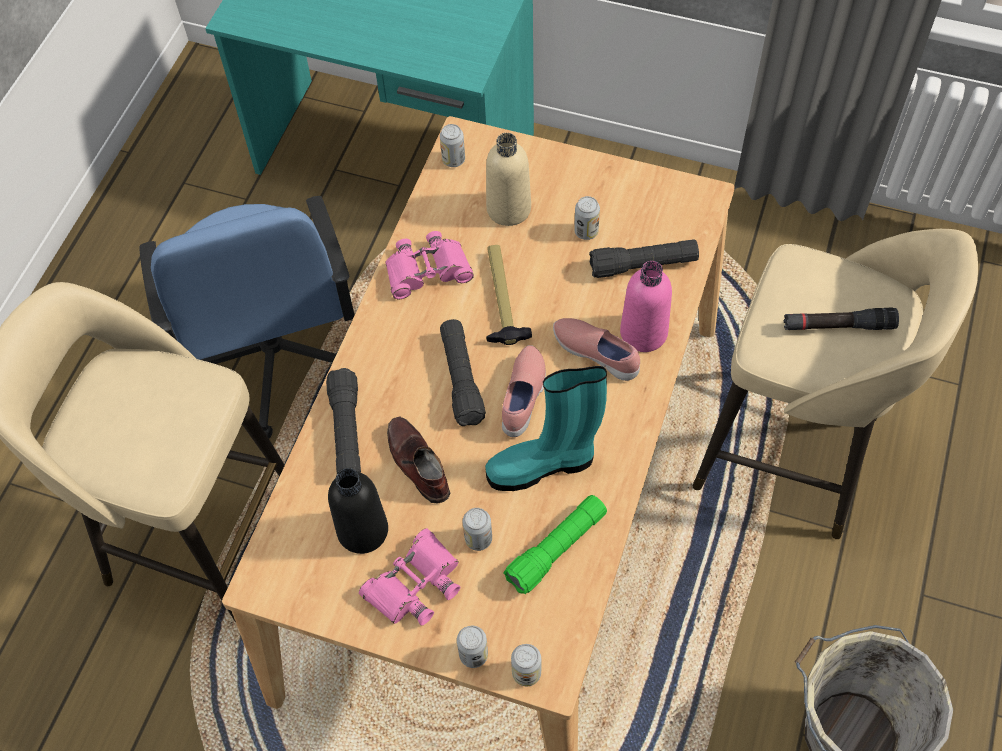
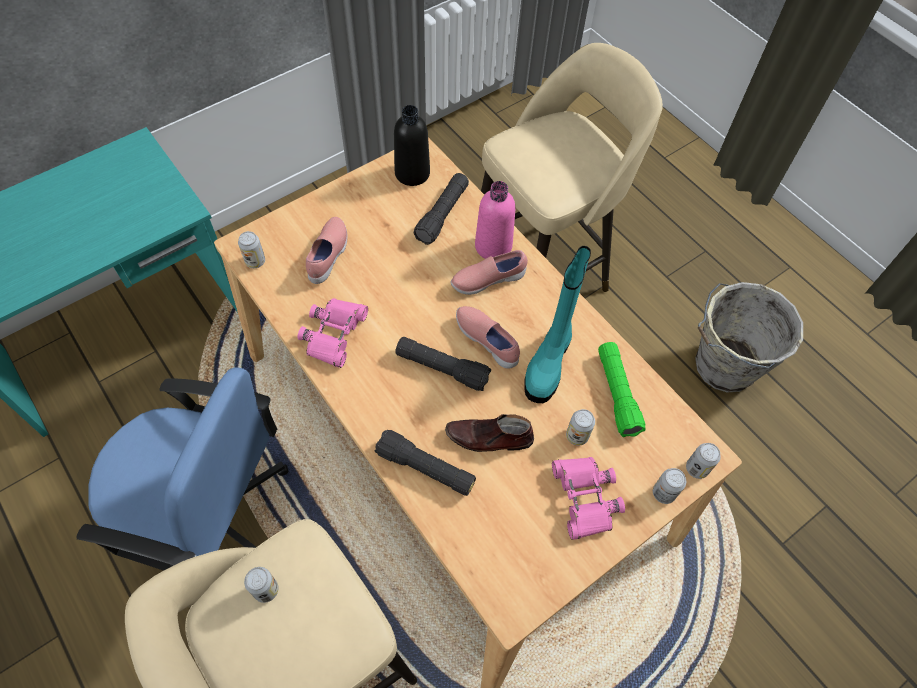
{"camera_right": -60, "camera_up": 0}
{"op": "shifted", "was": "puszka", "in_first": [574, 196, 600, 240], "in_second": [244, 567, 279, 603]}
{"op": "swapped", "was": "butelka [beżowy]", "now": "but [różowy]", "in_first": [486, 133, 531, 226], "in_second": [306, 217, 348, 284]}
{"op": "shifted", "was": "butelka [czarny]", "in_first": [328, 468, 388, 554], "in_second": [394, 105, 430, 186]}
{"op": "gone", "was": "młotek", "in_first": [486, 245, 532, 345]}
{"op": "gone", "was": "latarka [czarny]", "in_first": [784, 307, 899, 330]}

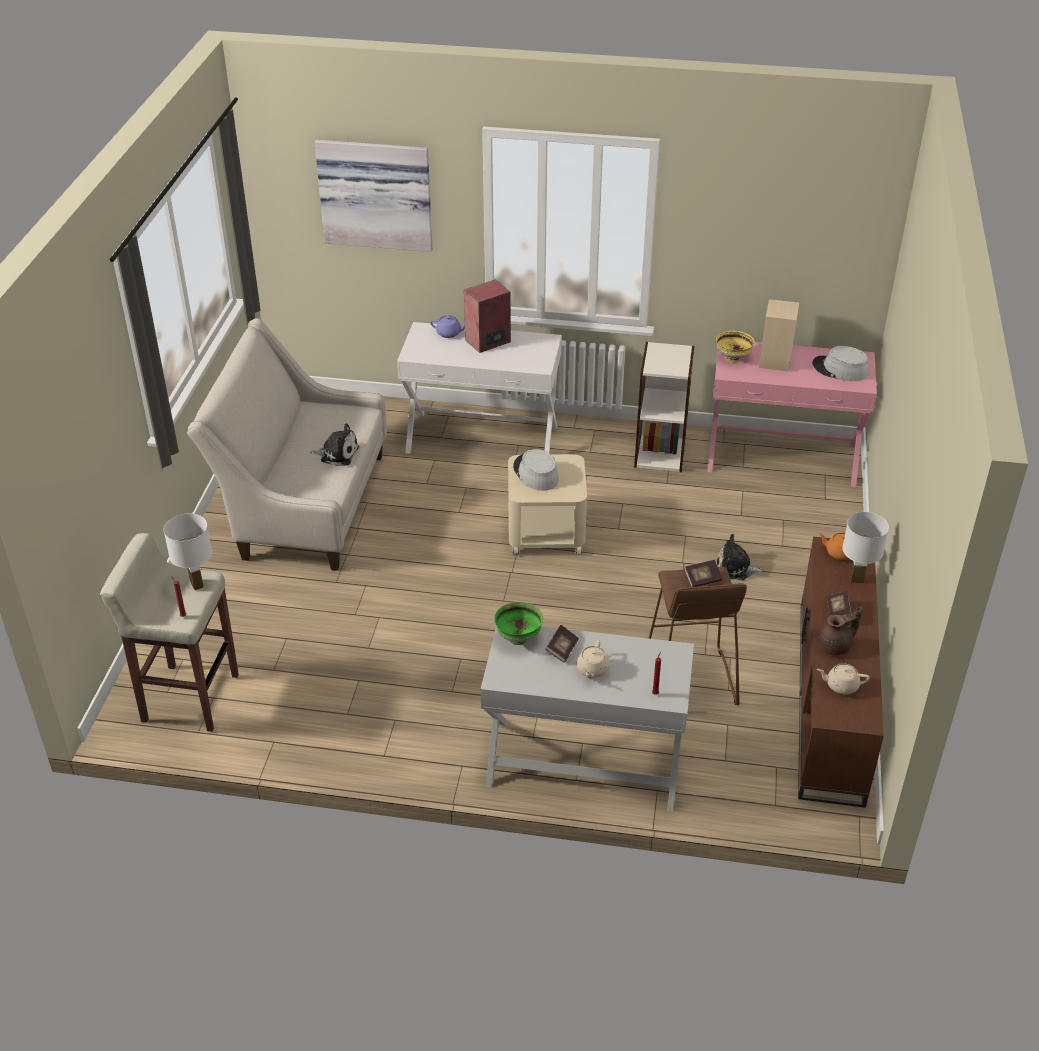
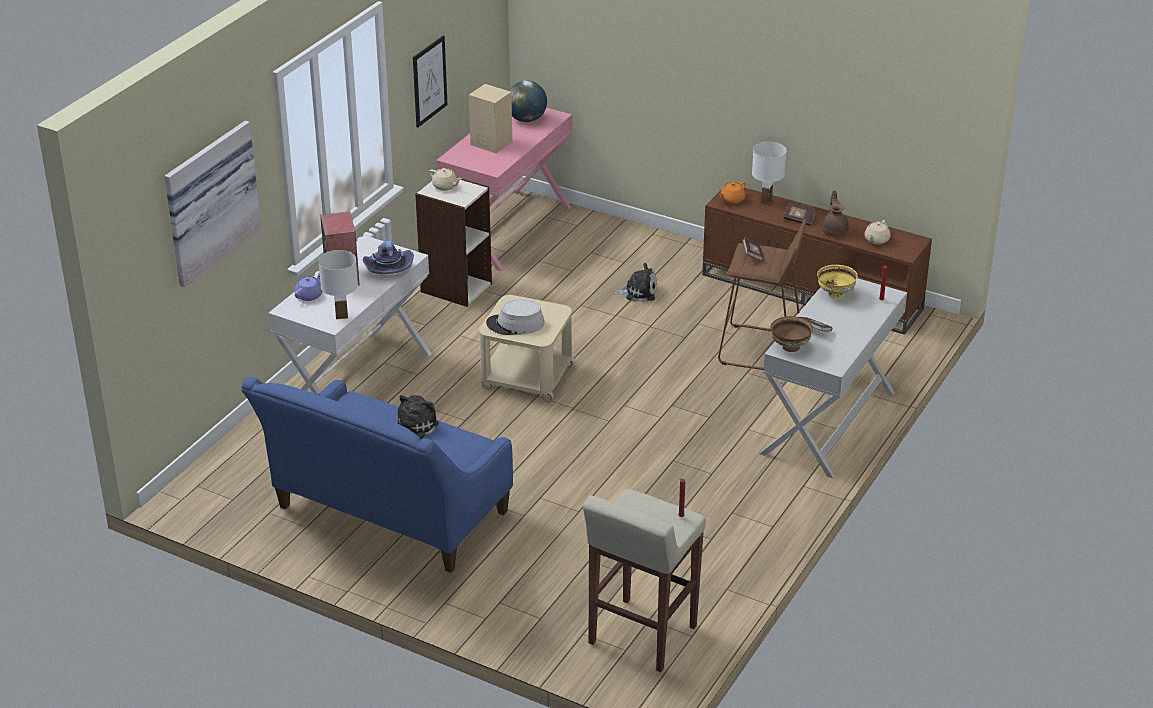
{"camera_right": -70, "camera_up": -5}
{"op": "repainted", "was": "kanapa [beżowy]", "now": "kanapa [niebieski]", "in_first": [187, 318, 387, 571], "in_second": [241, 377, 513, 573]}
{"op": "shifted", "was": "lampa stołowa [biały]", "in_first": [164, 513, 212, 590], "in_second": [318, 250, 358, 319]}
{"op": "new", "now": "kapelusz [fioletowy]", "in_second": [363, 241, 414, 274]}
{"op": "new", "now": "obraz", "in_second": [413, 35, 447, 128]}
{"op": "shifted", "was": "imbryk [beżowy]", "in_first": [577, 640, 610, 678], "in_second": [429, 168, 462, 191]}
{"op": "swapped", "was": "kapelusz [szary]", "now": "globus", "in_first": [812, 346, 869, 381], "in_second": [509, 80, 547, 122]}
{"op": "rotated", "was": "pluszak", "in_first": [716, 534, 764, 580], "in_second": [613, 263, 657, 302], "clockwise": -120}
{"op": "repainted", "was": "miska [zielony]", "now": "miska [brązowy]", "in_first": [494, 602, 543, 645], "in_second": [771, 316, 813, 352]}
{"op": "shifted", "was": "miska [żółty]", "in_first": [716, 331, 754, 363], "in_second": [817, 265, 858, 299]}

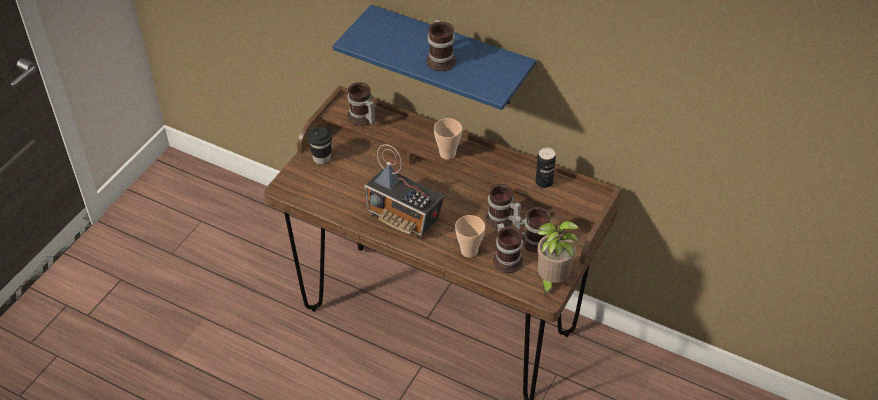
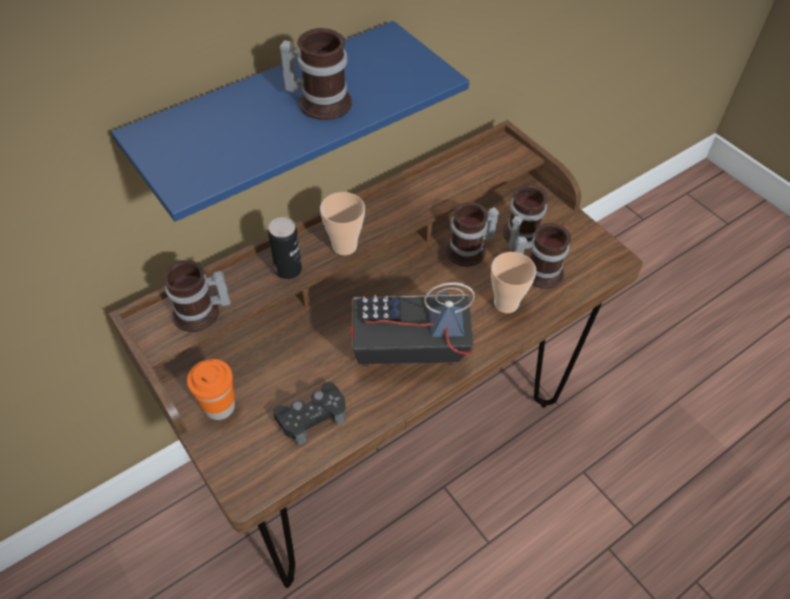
{"camera_right": -65, "camera_up": 5}
{"op": "repainted", "was": "filiżanka [czarny]", "now": "filiżanka [pomarańczowy]", "in_first": [307, 127, 332, 164], "in_second": [187, 359, 235, 420]}
{"op": "shifted", "was": "puszka", "in_first": [535, 147, 556, 188], "in_second": [268, 217, 302, 279]}
{"op": "new", "now": "pad do gier [czarny]", "in_second": [273, 382, 345, 446]}
{"op": "rotated", "was": "radio", "in_first": [364, 144, 444, 239], "in_second": [351, 282, 475, 367], "clockwise": -150}
{"op": "gone", "was": "roślina doniczkowa", "in_first": [537, 221, 579, 296]}

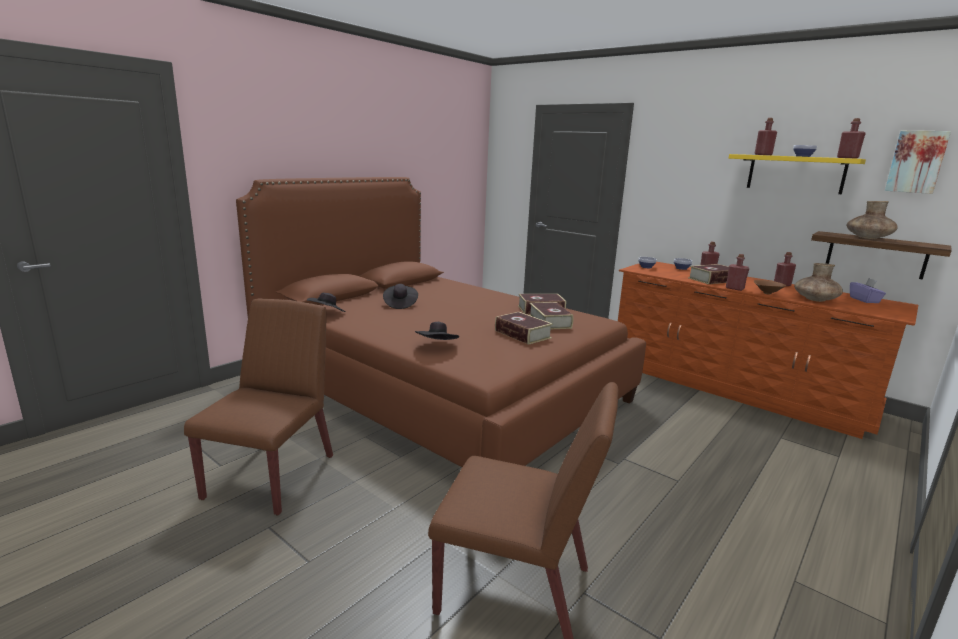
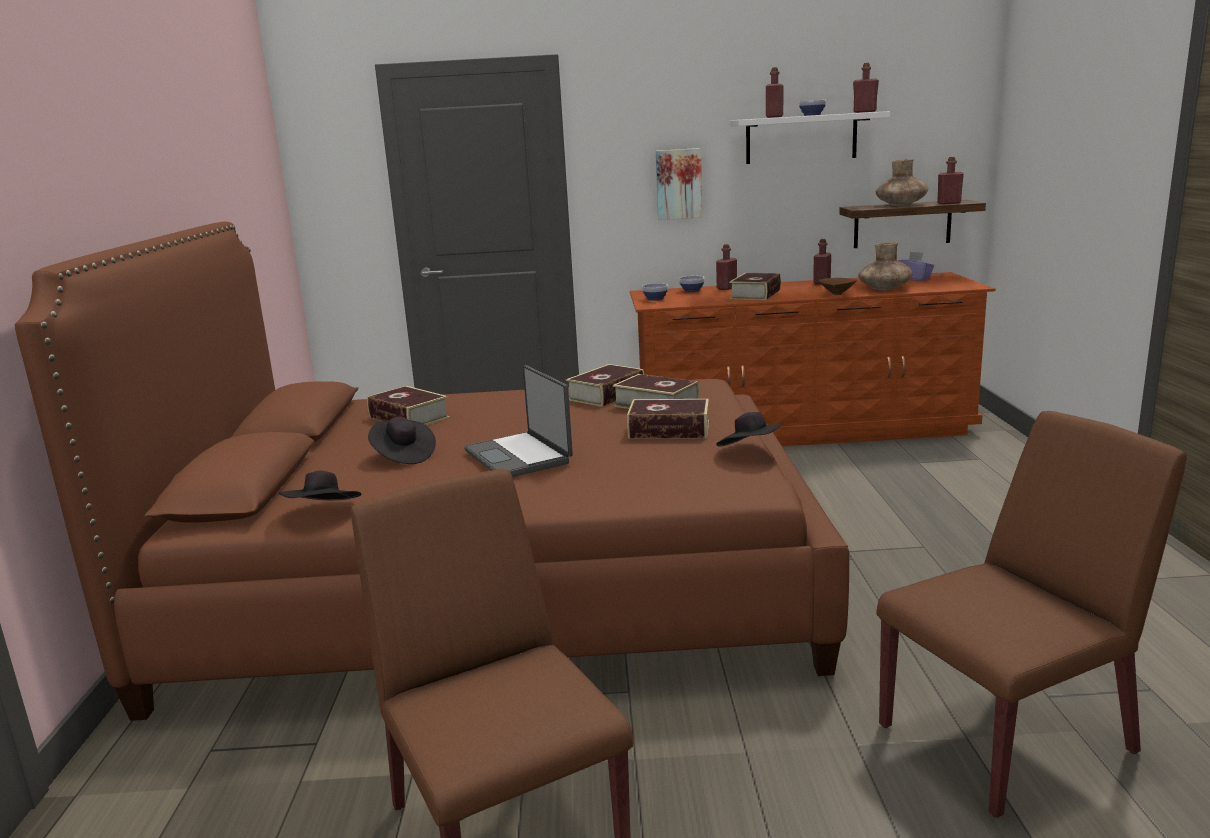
{"camera_right": -40, "camera_up": 0}
{"op": "new", "now": "książka", "in_second": [367, 386, 450, 425]}
{"op": "new", "now": "laptop", "in_second": [464, 365, 573, 477]}
{"op": "shifted", "was": "obraz", "in_first": [885, 131, 951, 194], "in_second": [656, 148, 702, 220]}
{"op": "shifted", "was": "kapelusz [czarny]", "in_first": [415, 322, 459, 340], "in_second": [716, 412, 784, 446]}
{"op": "repainted", "was": "półka [żółty]", "now": "półka [biały]", "in_first": [729, 154, 866, 194], "in_second": [730, 111, 890, 164]}
{"op": "shifted", "was": "butelka [czerwony]", "in_first": [726, 254, 750, 291], "in_second": [937, 157, 964, 204]}

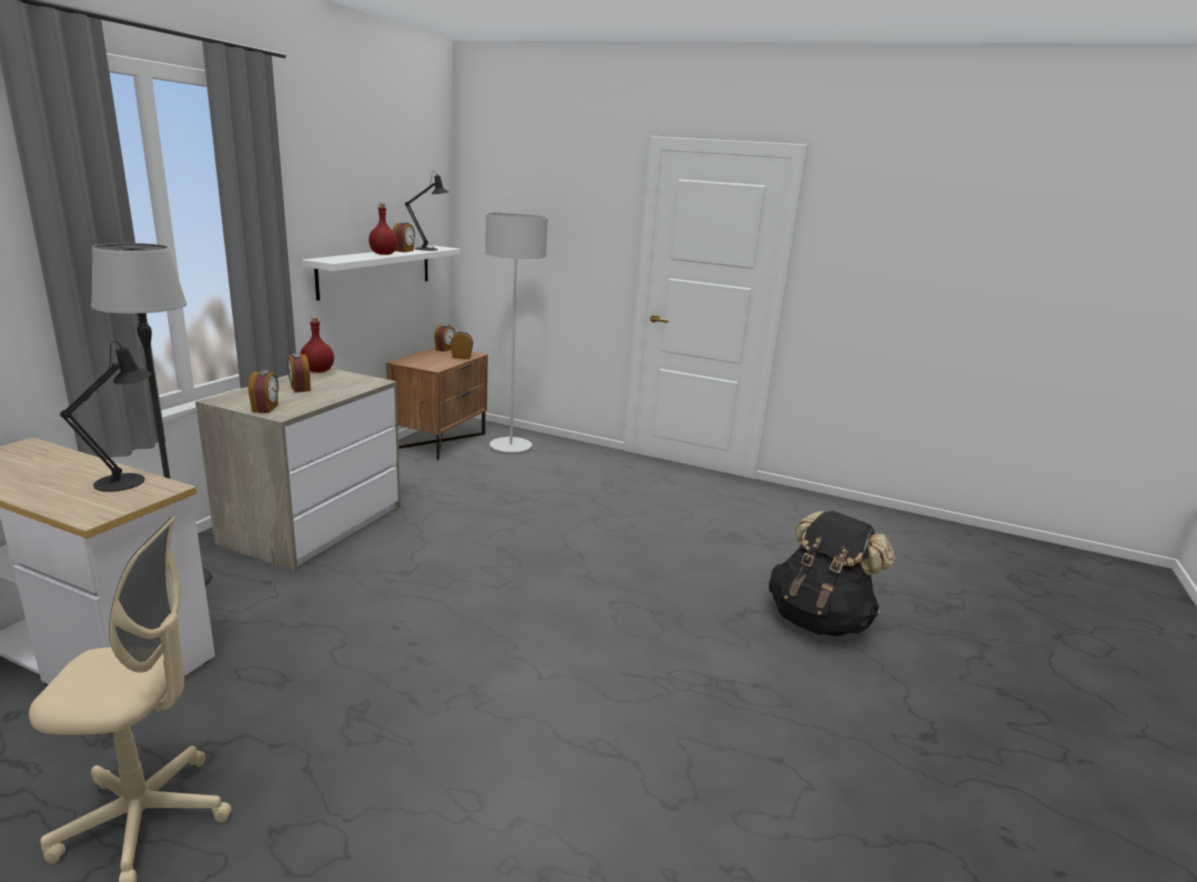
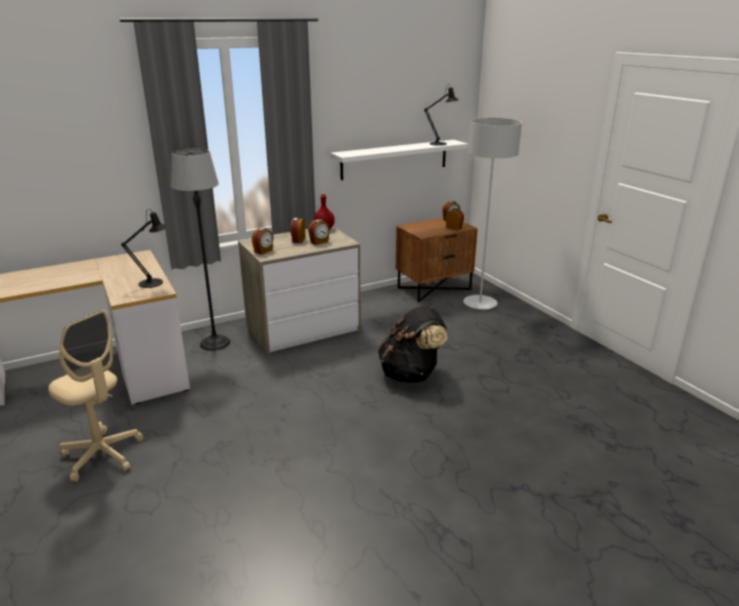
{"camera_right": 40, "camera_up": 5}
{"op": "shifted", "was": "budzik", "in_first": [393, 222, 415, 252], "in_second": [308, 219, 330, 245]}
{"op": "shifted", "was": "plecak [czarny]", "in_first": [769, 510, 895, 636], "in_second": [378, 306, 447, 383]}
{"op": "gone", "was": "butelka [czerwony]", "in_first": [369, 203, 398, 255]}

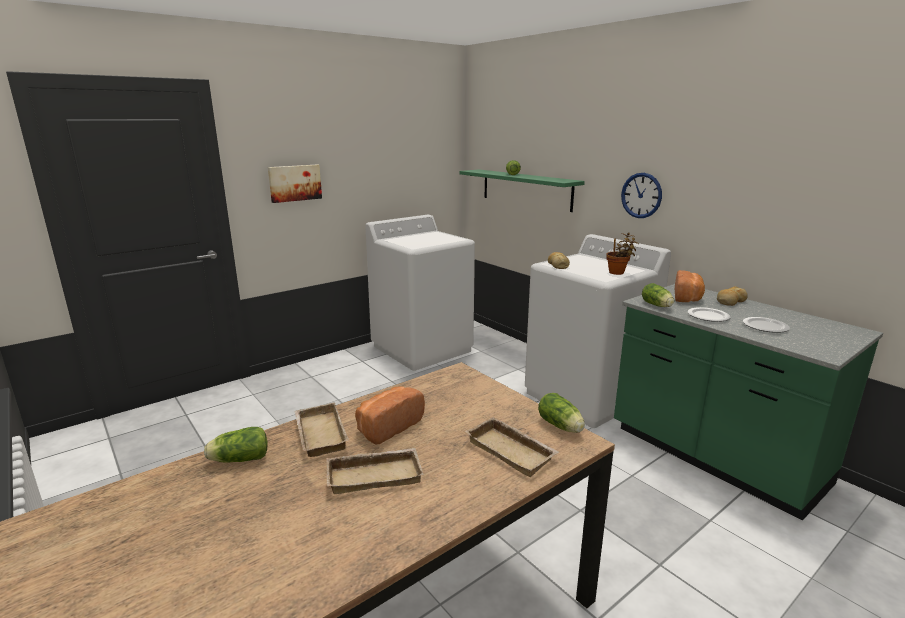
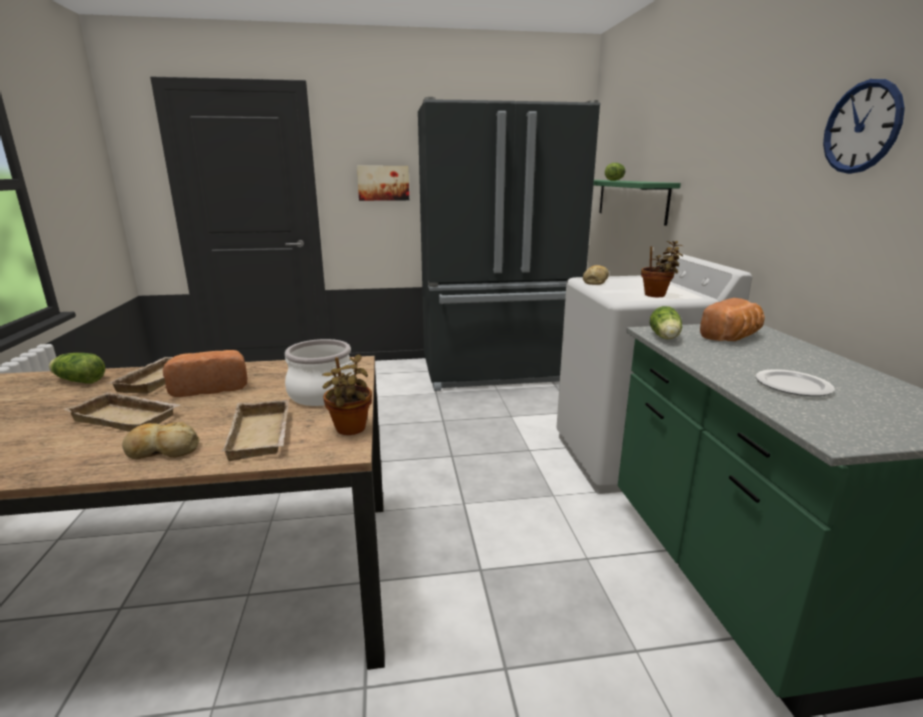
{"camera_right": 30, "camera_up": 0}
{"op": "shifted", "was": "chleb", "in_first": [717, 286, 748, 306], "in_second": [122, 422, 200, 459]}
{"op": "new", "now": "garnek", "in_second": [285, 339, 356, 406]}
{"op": "swapped", "was": "sałata", "now": "roślina doniczkowa", "in_first": [538, 393, 585, 433], "in_second": [322, 354, 372, 435]}
{"op": "swapped", "was": "pralka [biały]", "now": "lodówka [czarny]", "in_first": [365, 215, 475, 371], "in_second": [418, 97, 600, 391]}
{"op": "shifted", "was": "zegar ścienny", "in_first": [621, 173, 662, 218], "in_second": [823, 79, 905, 174]}
{"op": "gone", "was": "talerz", "in_first": [688, 307, 730, 322]}

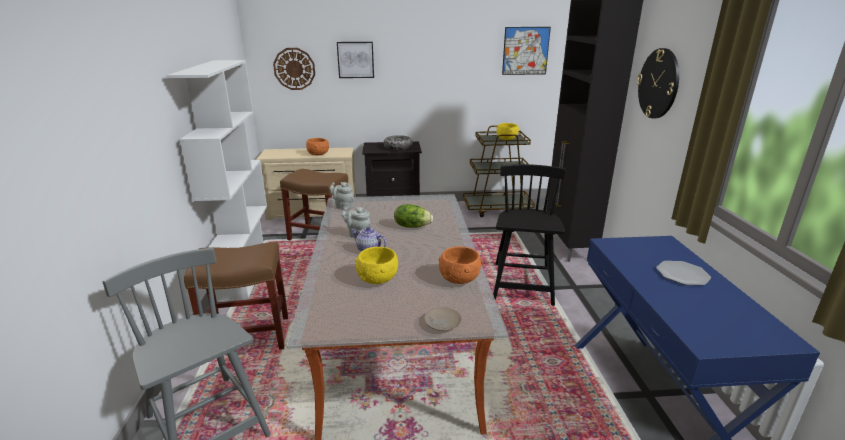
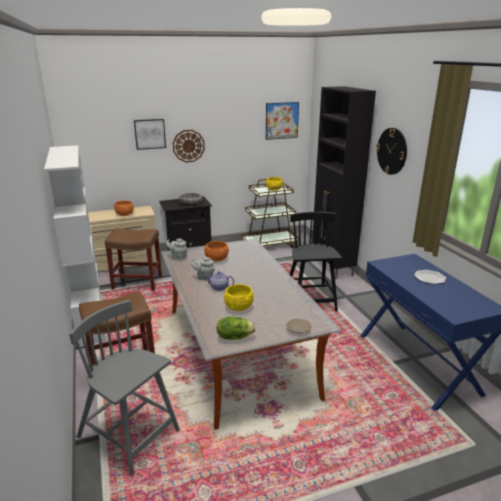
{"camera_right": -15, "camera_up": 0}
{"op": "shifted", "was": "zegar ścienny", "in_first": [273, 48, 315, 90], "in_second": [173, 130, 205, 163]}
{"op": "shifted", "was": "miska [pomarańczowy]", "in_first": [439, 246, 481, 284], "in_second": [204, 241, 229, 262]}
{"op": "shifted", "was": "sałata", "in_first": [394, 204, 433, 228], "in_second": [217, 317, 256, 340]}

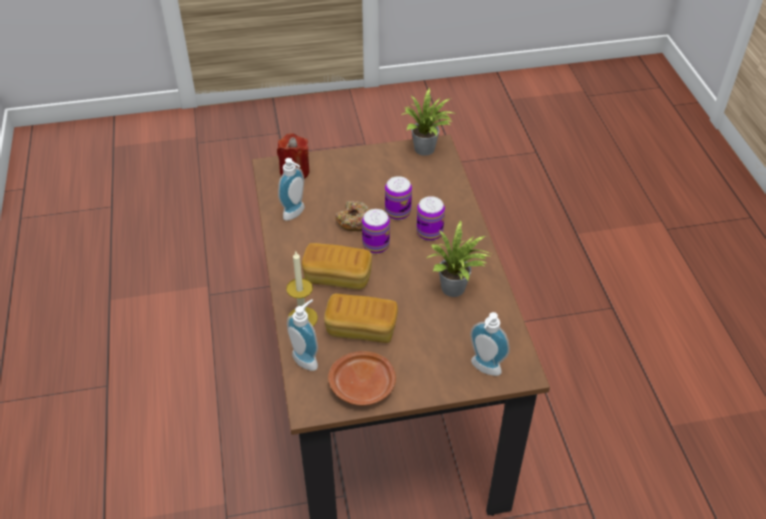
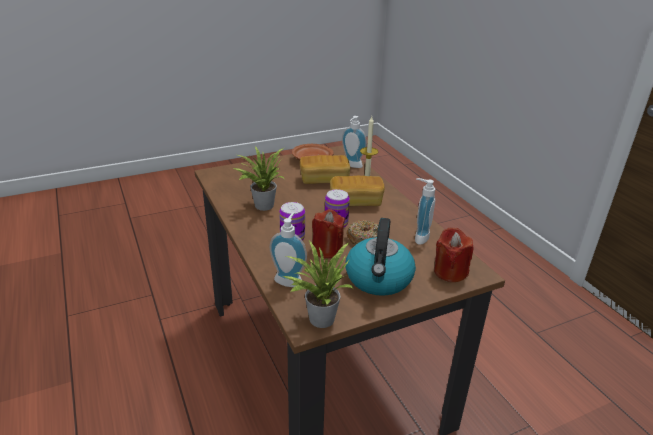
{"camera_right": 165, "camera_up": -15}
{"op": "shifted", "was": "dozownik mydła", "in_first": [470, 312, 510, 376], "in_second": [270, 213, 307, 287]}
{"op": "swapped", "was": "puszka", "now": "świeca [czerwony]", "in_first": [385, 176, 412, 220], "in_second": [312, 209, 345, 259]}
{"op": "new", "now": "czajnik", "in_second": [346, 218, 416, 296]}

